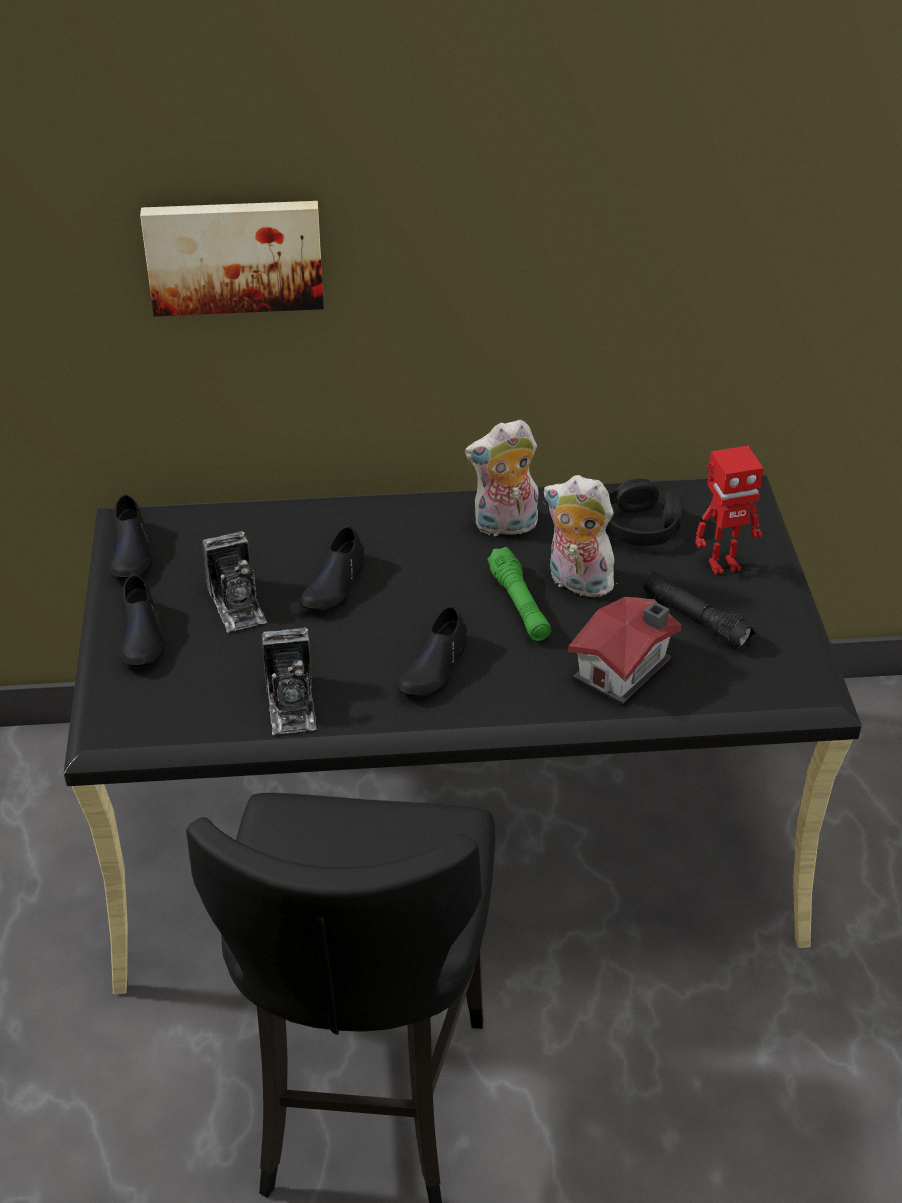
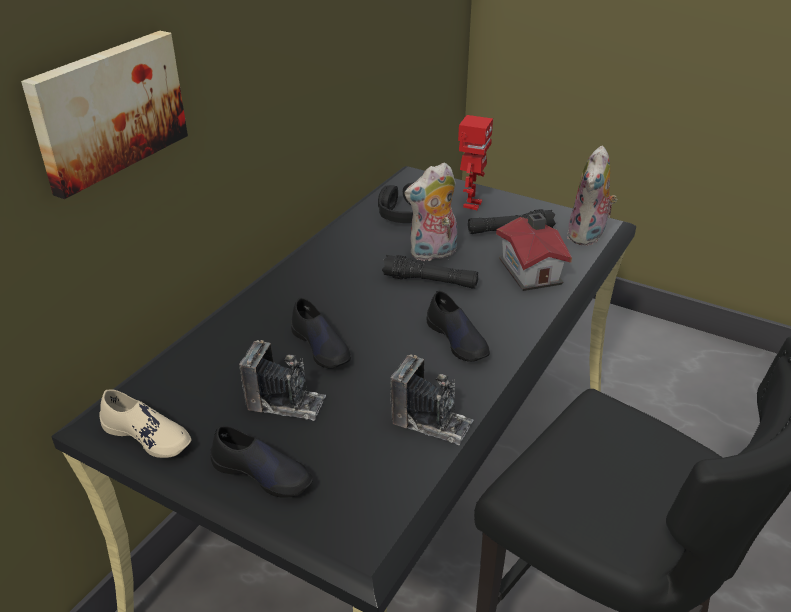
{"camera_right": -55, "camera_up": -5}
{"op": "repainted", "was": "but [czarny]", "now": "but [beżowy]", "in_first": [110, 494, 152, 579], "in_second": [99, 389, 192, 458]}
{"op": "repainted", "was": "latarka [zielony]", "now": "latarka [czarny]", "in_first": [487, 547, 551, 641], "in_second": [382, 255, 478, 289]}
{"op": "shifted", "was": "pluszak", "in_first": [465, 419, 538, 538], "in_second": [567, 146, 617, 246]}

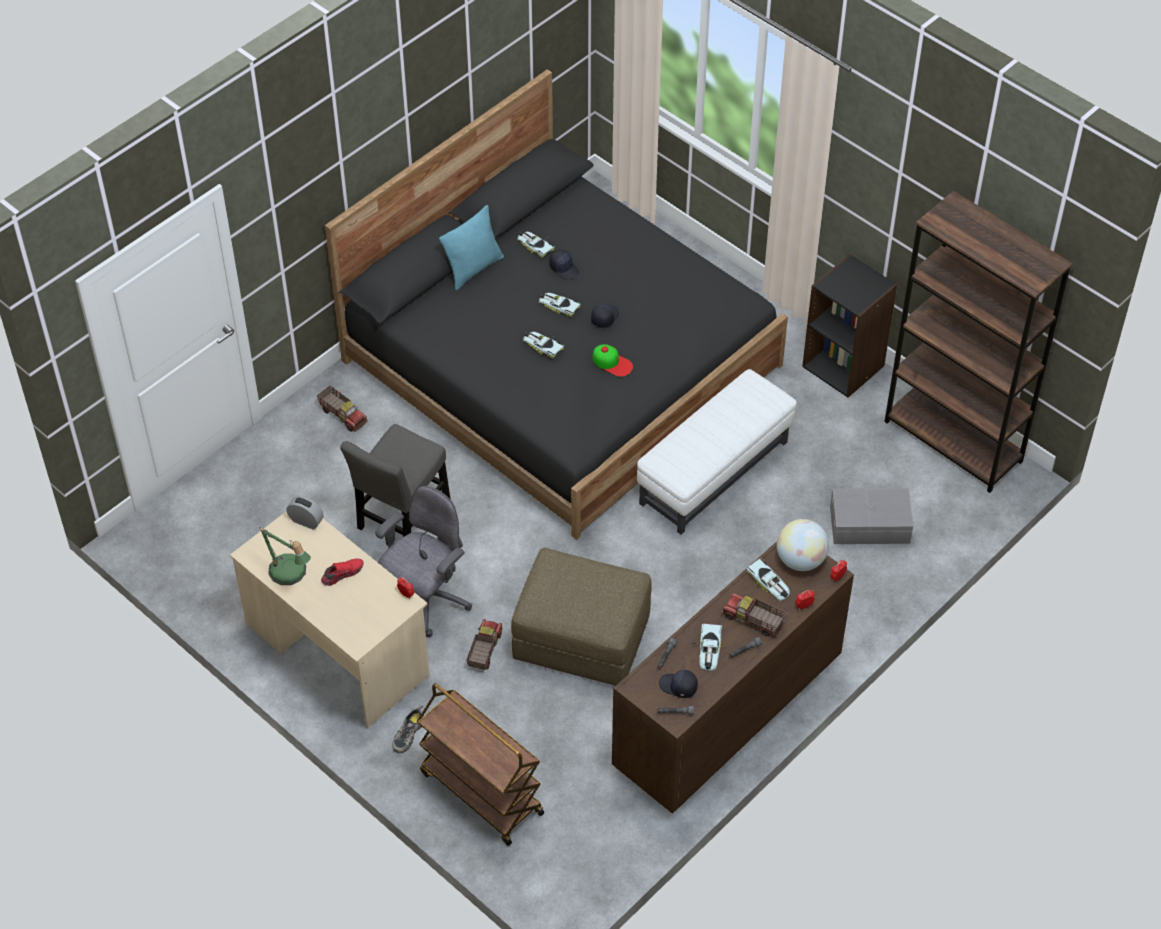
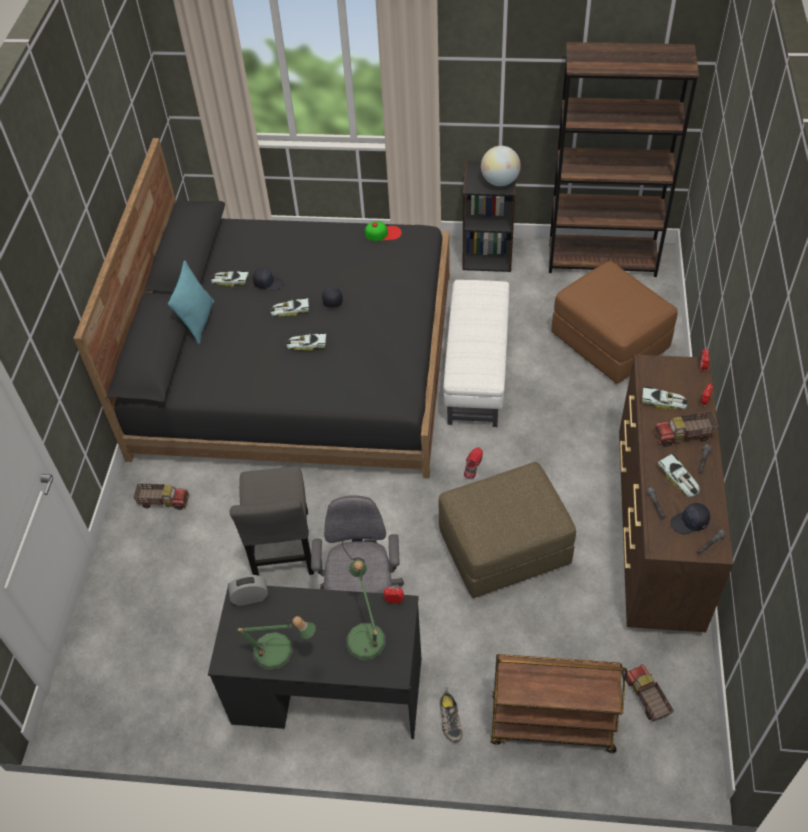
{"camera_right": -35, "camera_up": 0}
{"op": "repainted", "was": "biurko [beżowy]", "now": "biurko [czarny]", "in_first": [230, 512, 430, 728], "in_second": [208, 583, 422, 739]}
{"op": "new", "now": "lampa stołowa", "in_second": [346, 560, 386, 661]}
{"op": "shifted", "was": "czapka z daszkiem", "in_first": [592, 344, 633, 377], "in_second": [365, 221, 402, 241]}
{"op": "shifted", "was": "but [czerwony]", "in_first": [321, 559, 363, 586], "in_second": [464, 447, 483, 479]}
{"op": "shifted", "was": "globus", "in_first": [777, 519, 829, 571], "in_second": [481, 146, 521, 186]}
{"op": "swapped", "was": "pojemnik do przechowywania [szary]", "now": "pufa [brązowy]", "in_first": [830, 488, 913, 544], "in_second": [551, 261, 678, 384]}
{"op": "shifted", "was": "ciężarówka zabawkowa", "in_first": [466, 619, 503, 670], "in_second": [626, 664, 674, 722]}

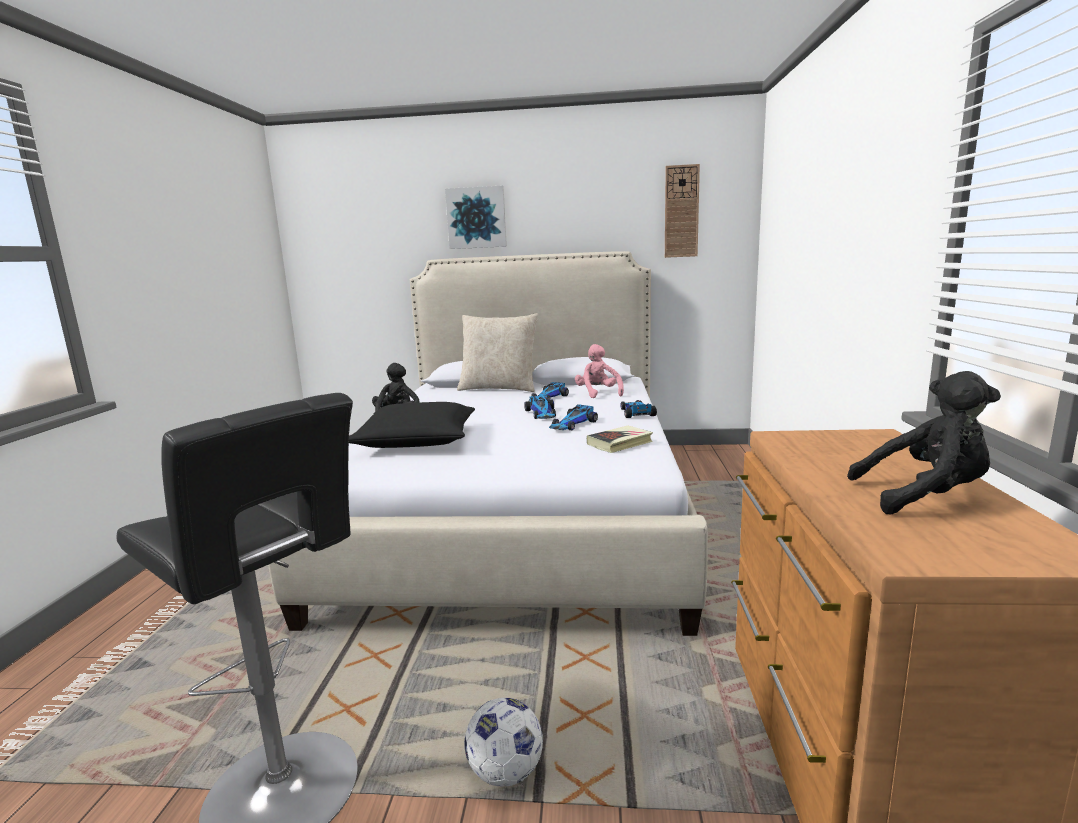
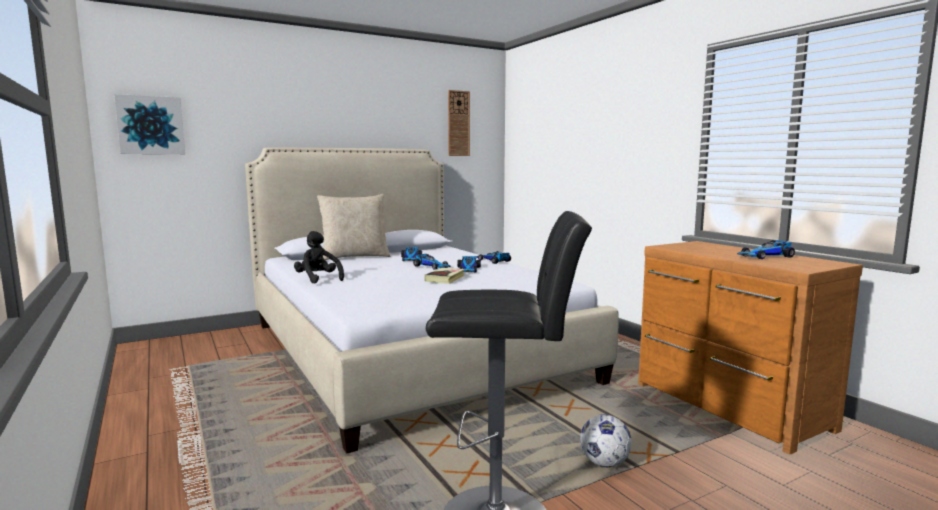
{"camera_right": -35, "camera_up": -5}
{"op": "shifted", "was": "obraz", "in_first": [445, 185, 507, 249], "in_second": [114, 94, 185, 154]}
{"op": "shifted", "was": "książka", "in_first": [587, 426, 653, 453], "in_second": [425, 268, 465, 284]}
{"op": "swapped", "was": "pluszak [czarny]", "now": "samochodzik", "in_first": [847, 371, 1001, 514], "in_second": [737, 240, 795, 259]}
{"op": "gone", "was": "poduszka [czarny]", "in_first": [349, 402, 475, 448]}
{"op": "gone", "was": "pluszak [różowy]", "in_first": [575, 344, 624, 398]}

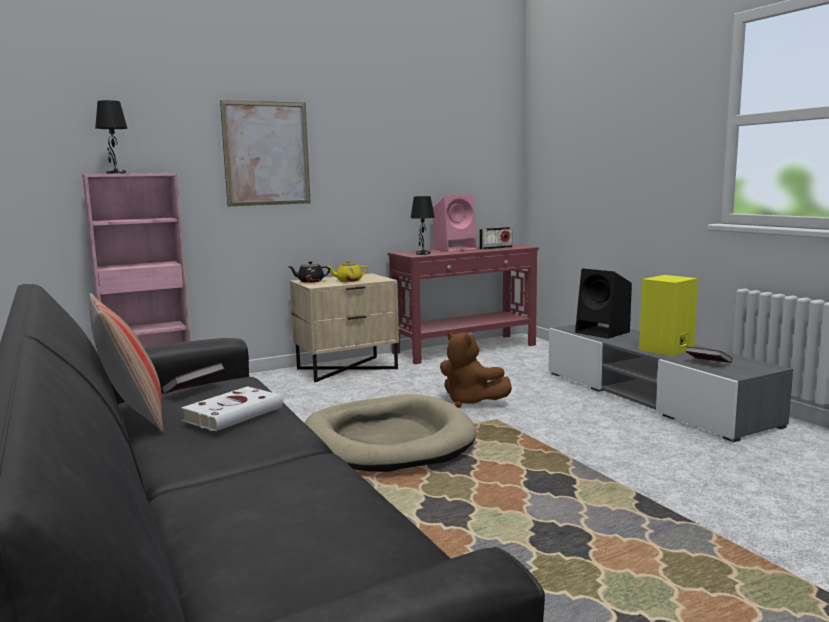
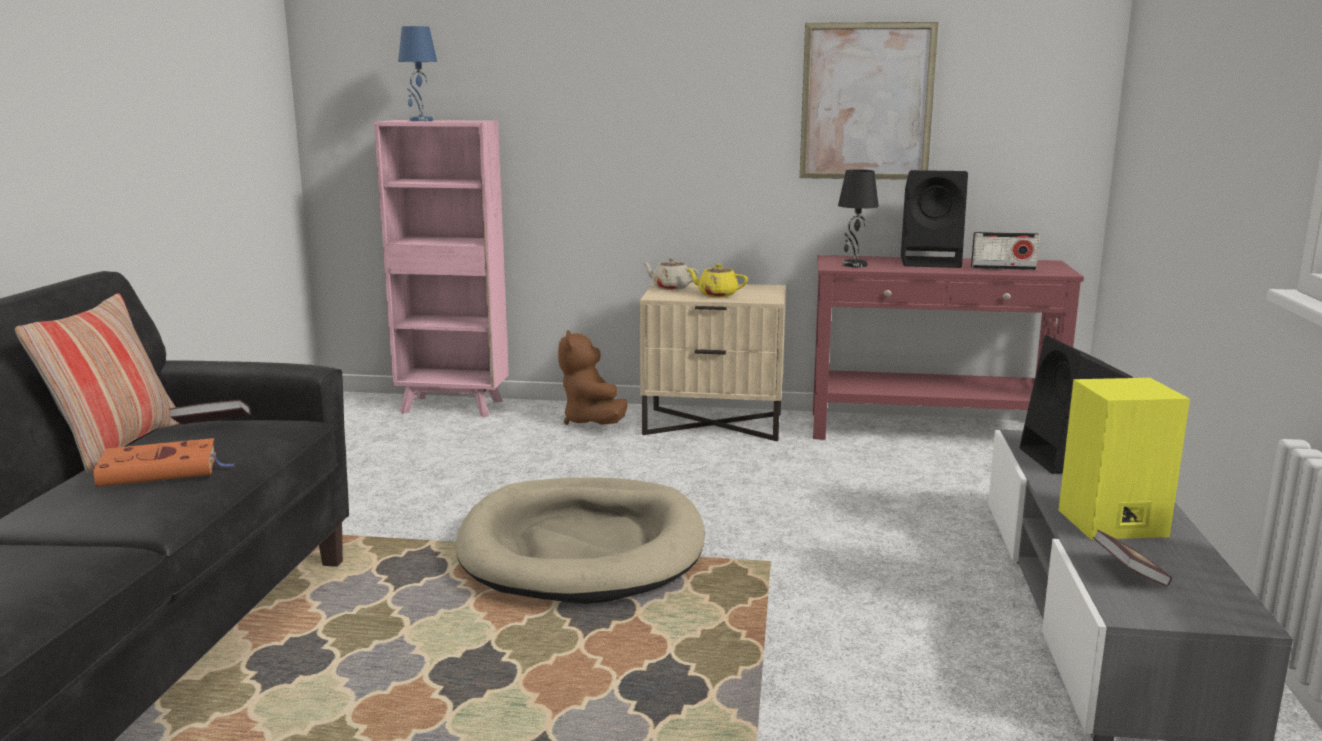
{"camera_right": 35, "camera_up": 5}
{"op": "repainted", "was": "książka [biały]", "now": "książka [pomarańczowy]", "in_first": [181, 386, 283, 431], "in_second": [93, 438, 236, 487]}
{"op": "repainted", "was": "lampa stołowa [czarny]", "now": "lampa stołowa [niebieski]", "in_first": [95, 100, 127, 174], "in_second": [398, 26, 437, 121]}
{"op": "shifted", "was": "pluszak [brązowy]", "in_first": [440, 332, 512, 408], "in_second": [558, 330, 628, 425]}
{"op": "repainted", "was": "imbryk [czarny]", "now": "imbryk [beżowy]", "in_first": [289, 261, 330, 283], "in_second": [642, 258, 699, 290]}
{"op": "shifted", "was": "obraz", "in_first": [220, 100, 311, 206], "in_second": [800, 22, 938, 180]}
{"op": "repainted", "was": "głośnik [różowy]", "now": "głośnik [czarny]", "in_first": [433, 195, 477, 252], "in_second": [901, 170, 968, 268]}

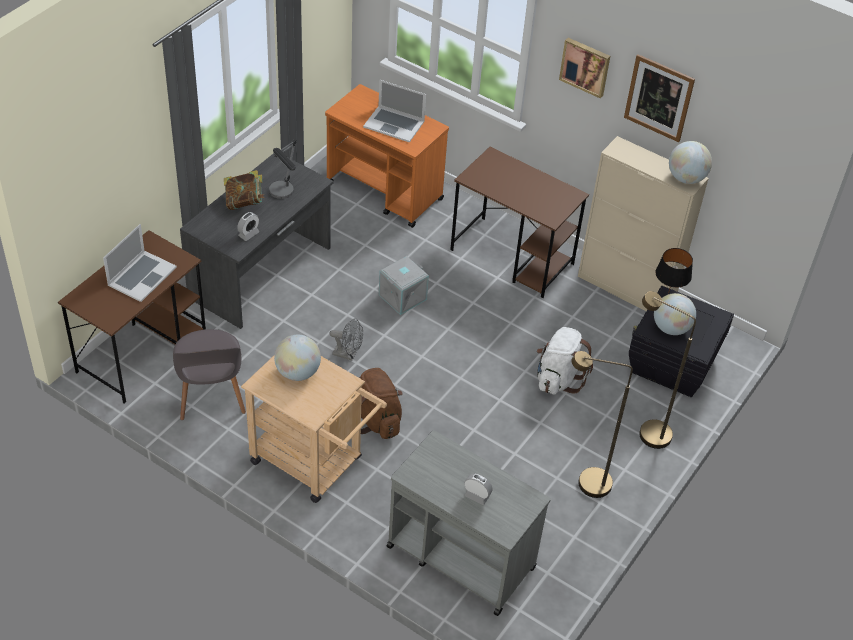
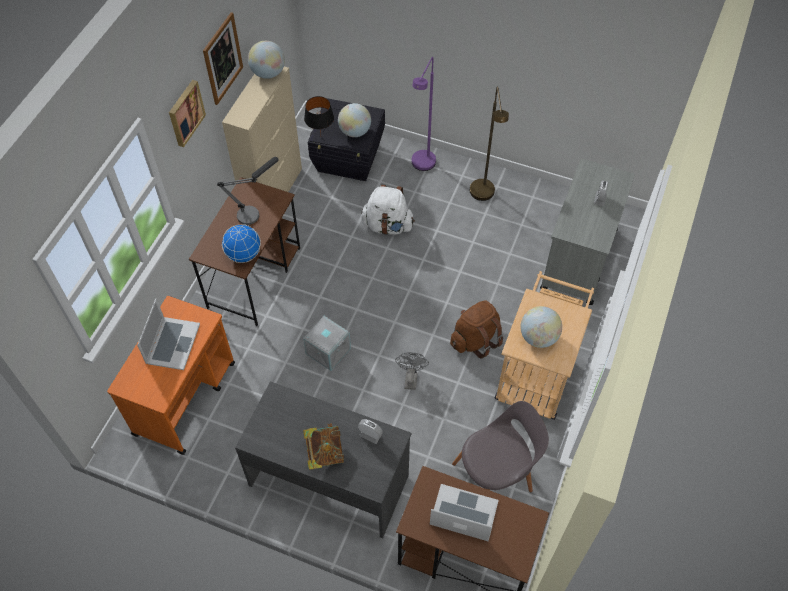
{"camera_right": -100, "camera_up": 10}
{"op": "shifted", "was": "lampa stołowa", "in_first": [269, 140, 297, 199], "in_second": [217, 157, 279, 225]}
{"op": "new", "now": "globus", "in_second": [222, 224, 261, 263]}
{"op": "repainted", "was": "lampa stojąca [brązowy]", "now": "lampa stojąca [fioletowy]", "in_first": [639, 291, 696, 449], "in_second": [412, 57, 436, 171]}

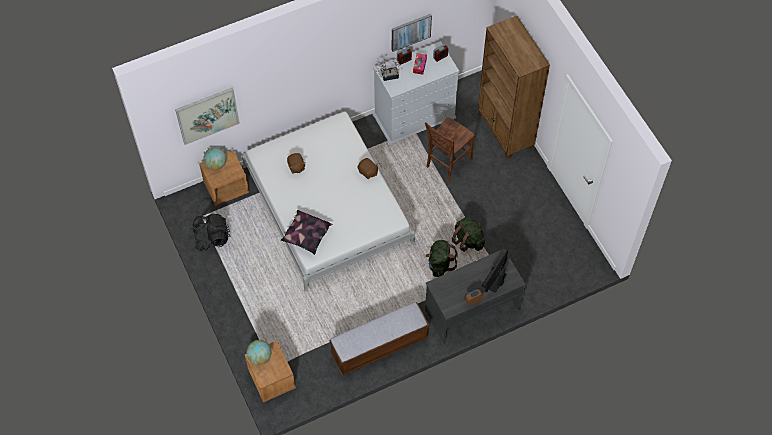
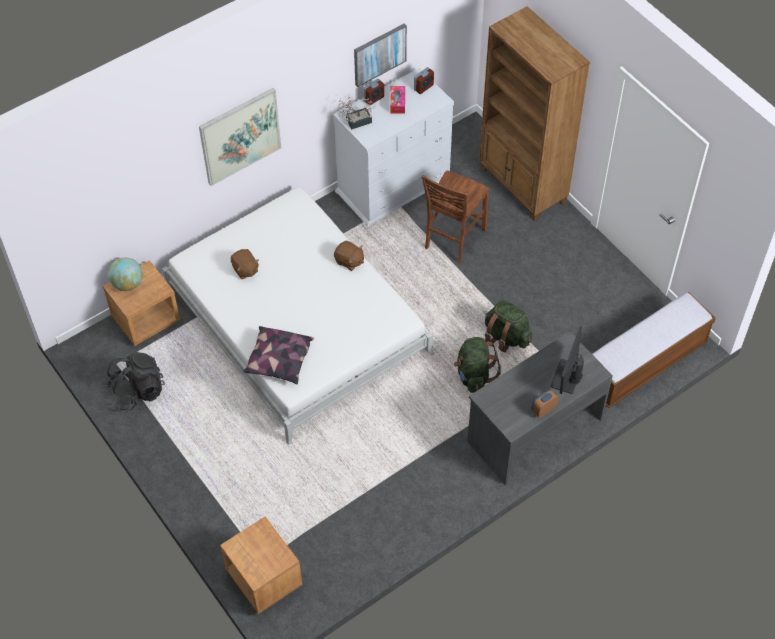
{"camera_right": -10, "camera_up": -5}
{"op": "shifted", "was": "obraz", "in_first": [175, 88, 240, 145], "in_second": [199, 88, 281, 186]}
{"op": "shifted", "was": "ławka", "in_first": [330, 302, 429, 376], "in_second": [592, 292, 716, 408]}
{"op": "gone", "was": "globus", "in_first": [246, 340, 271, 365]}

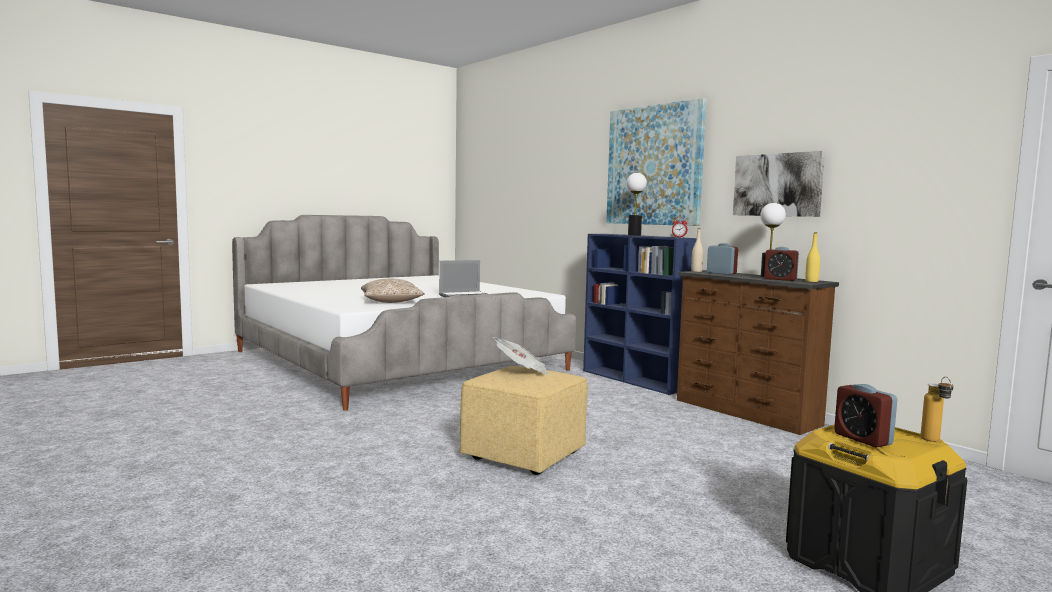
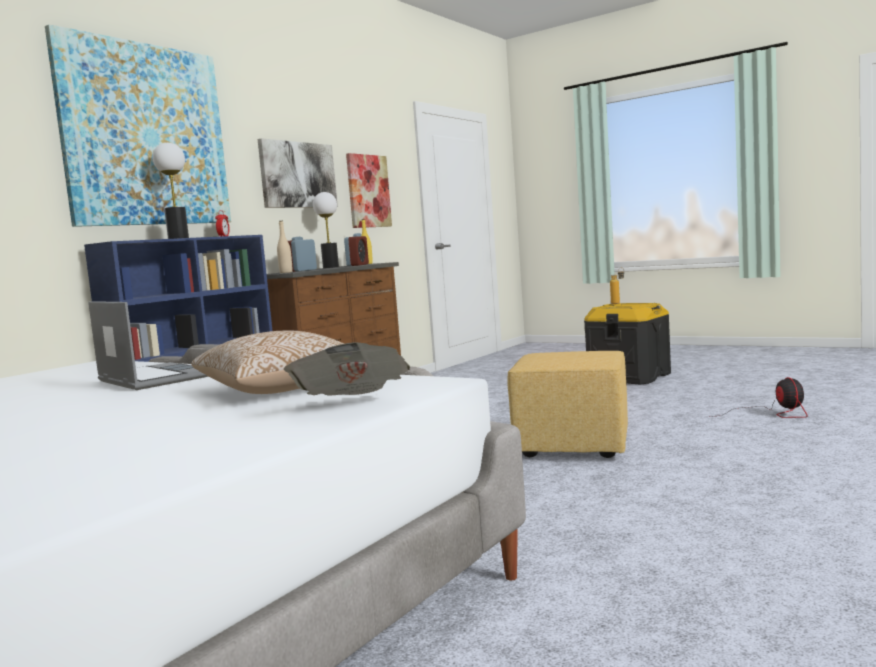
{"camera_right": -105, "camera_up": 0}
{"op": "shifted", "was": "gazeta", "in_first": [493, 337, 549, 375], "in_second": [284, 342, 410, 396]}
{"op": "new", "now": "obraz", "in_second": [346, 153, 392, 228]}
{"op": "new", "now": "wentylator", "in_second": [709, 377, 808, 418]}
{"op": "gone", "was": "budzik", "in_first": [834, 384, 897, 448]}

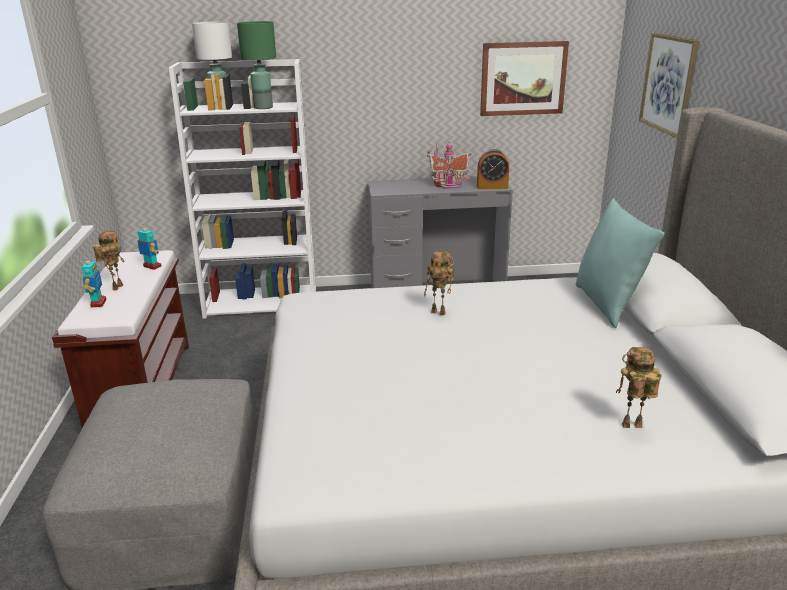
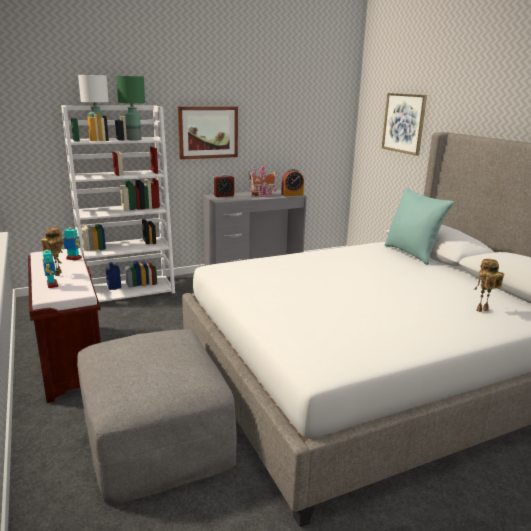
{"camera_right": -20, "camera_up": -5}
{"op": "shifted", "was": "obraz", "in_first": [480, 41, 569, 116], "in_second": [178, 106, 238, 160]}
{"op": "new", "now": "budzik", "in_second": [213, 174, 234, 197]}
{"op": "gone", "was": "robot zabawkowy", "in_first": [424, 251, 454, 316]}

